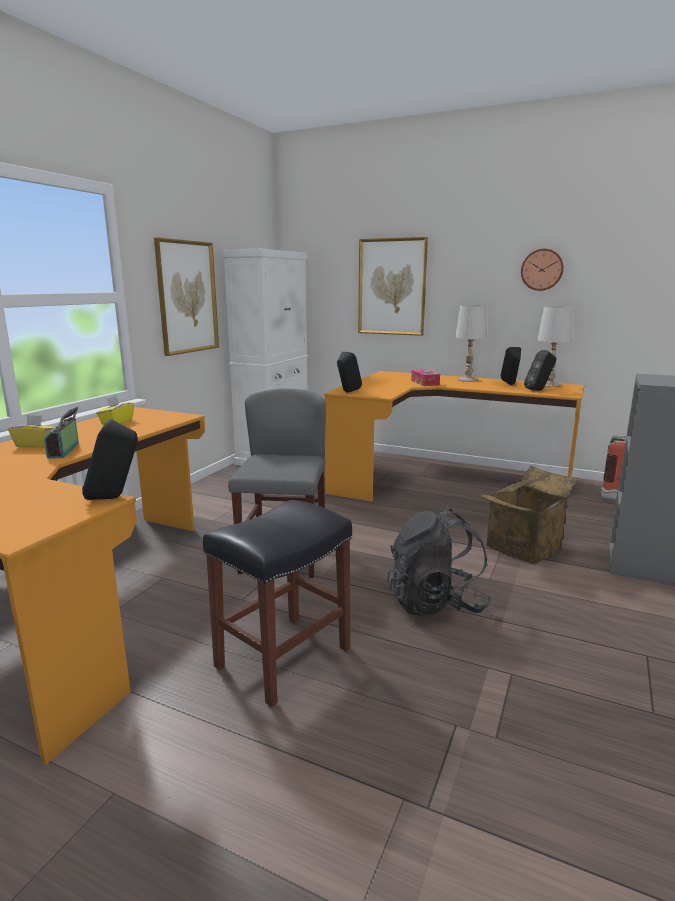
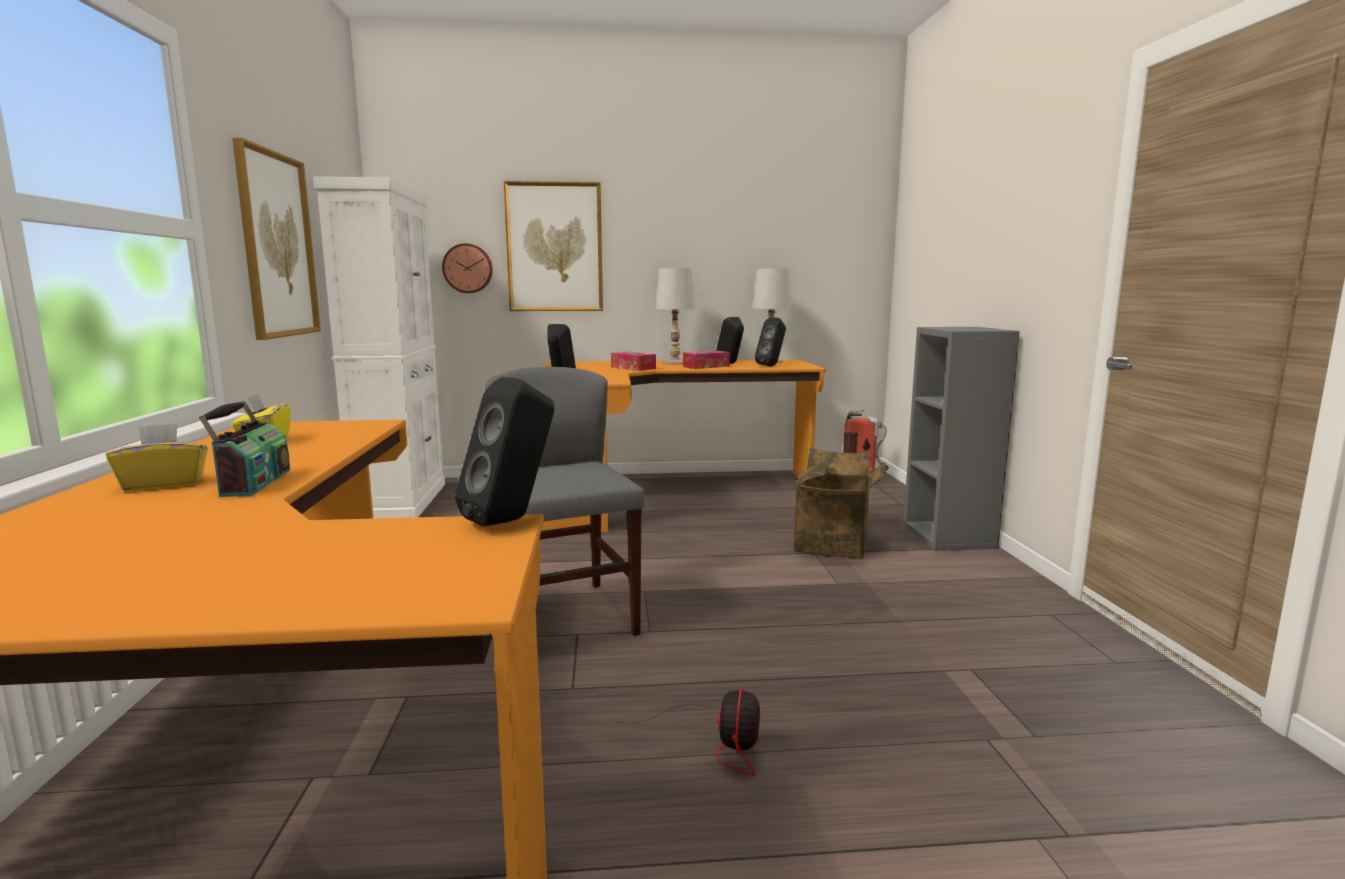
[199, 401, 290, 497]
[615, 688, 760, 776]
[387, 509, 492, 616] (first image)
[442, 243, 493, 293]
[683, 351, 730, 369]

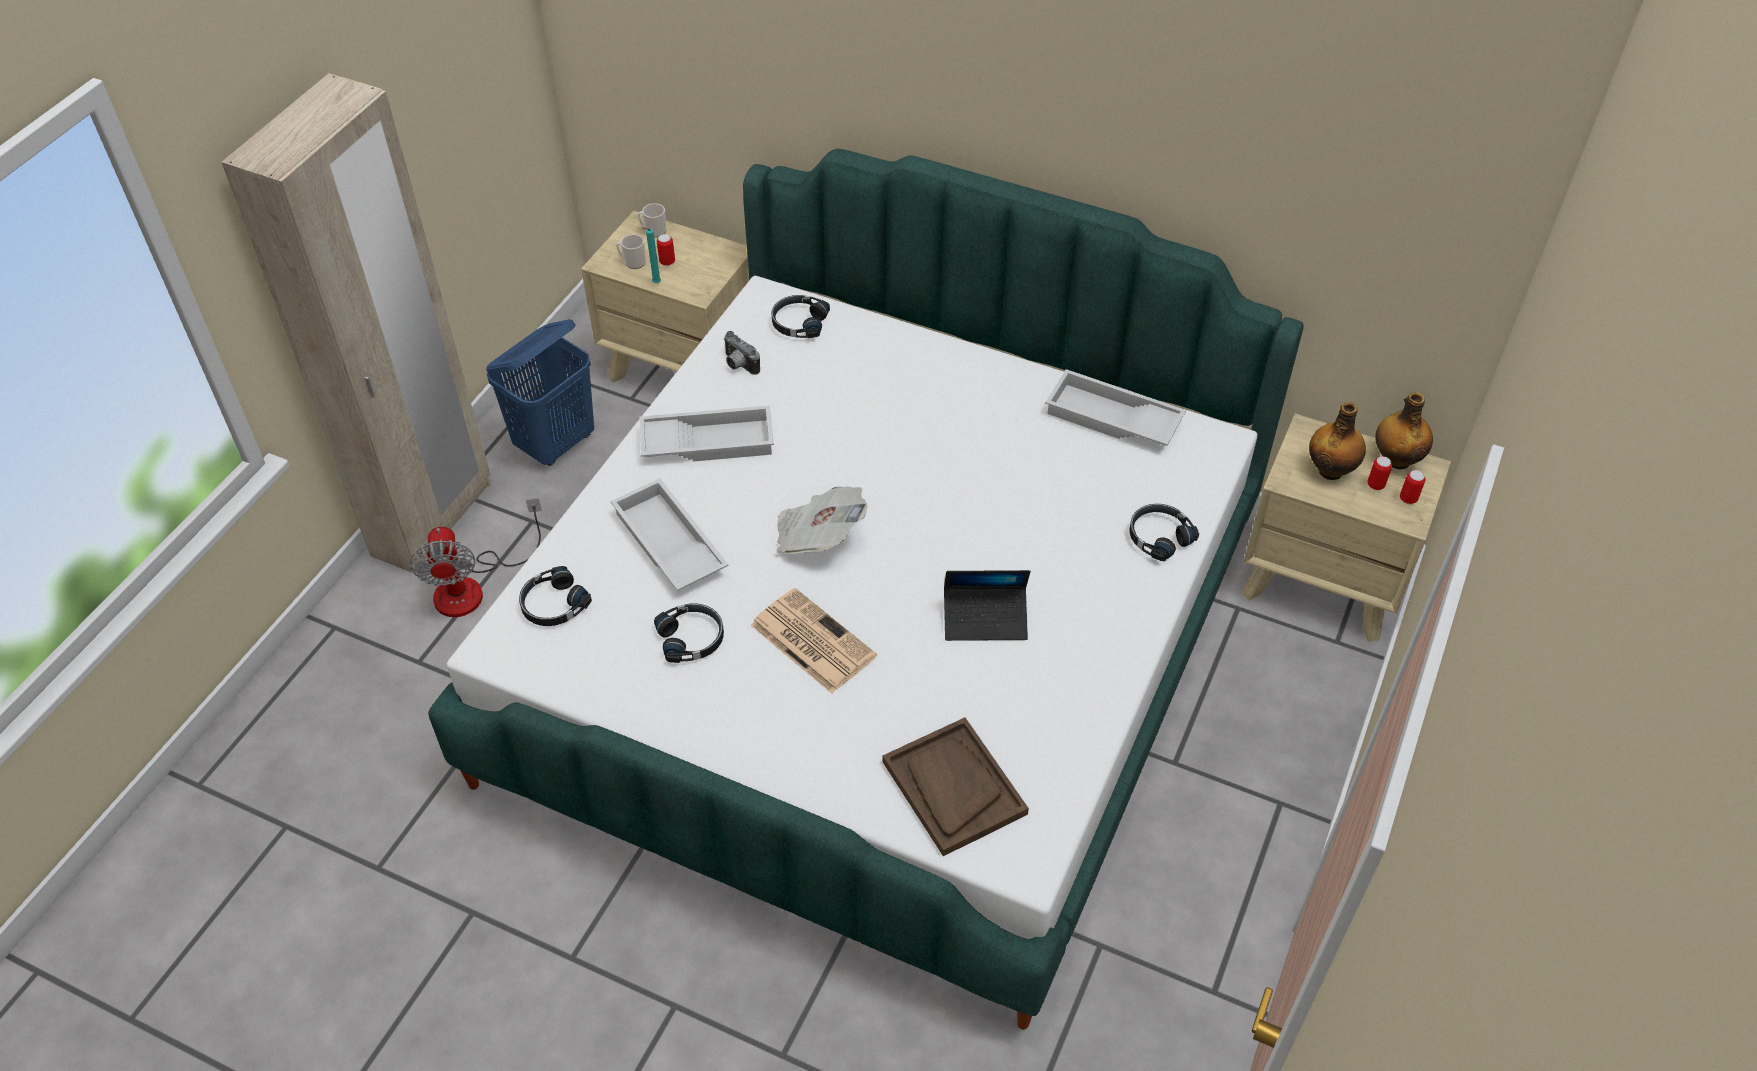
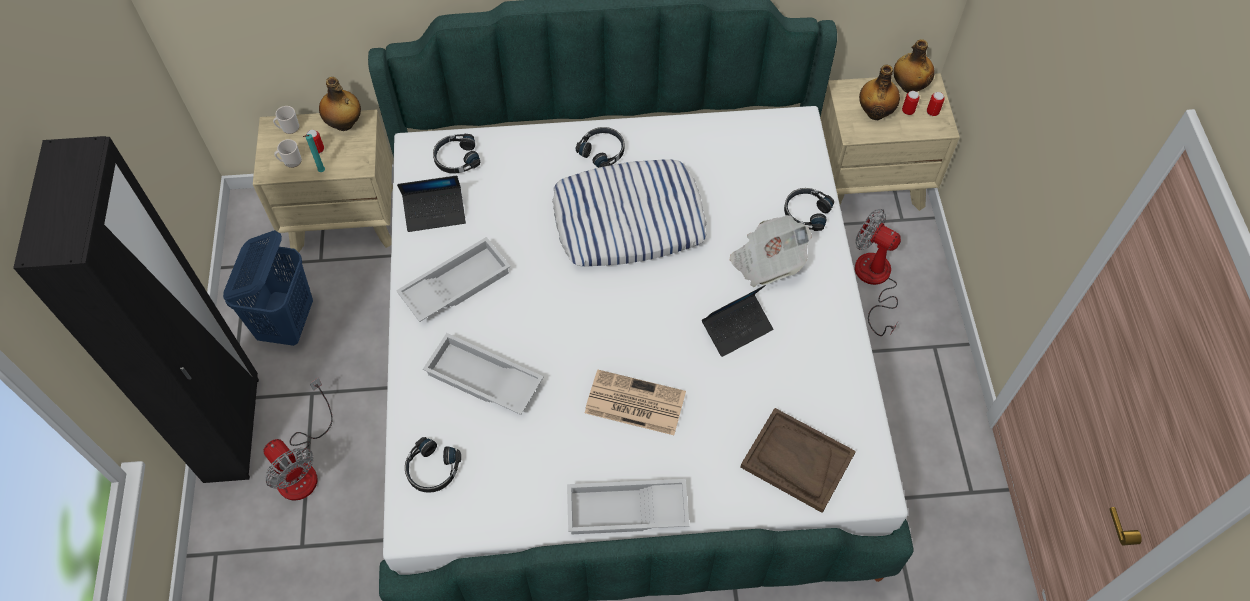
[13, 136, 259, 483]
[576, 127, 624, 168]
[397, 176, 466, 232]
[730, 215, 812, 287]
[567, 479, 690, 534]
[319, 77, 361, 131]
[552, 159, 707, 266]
[855, 209, 901, 336]

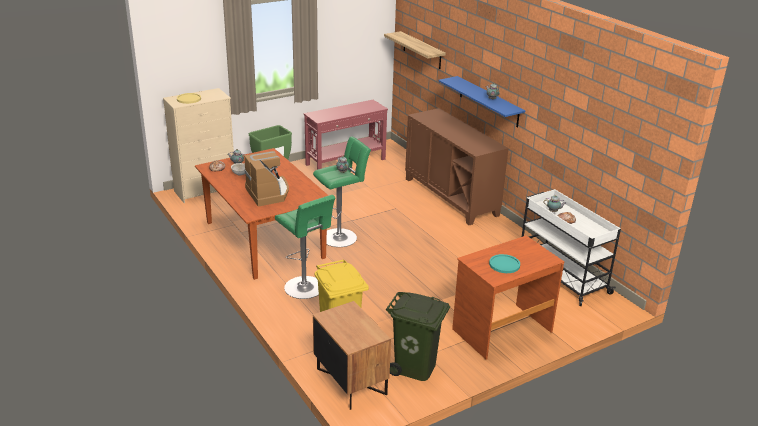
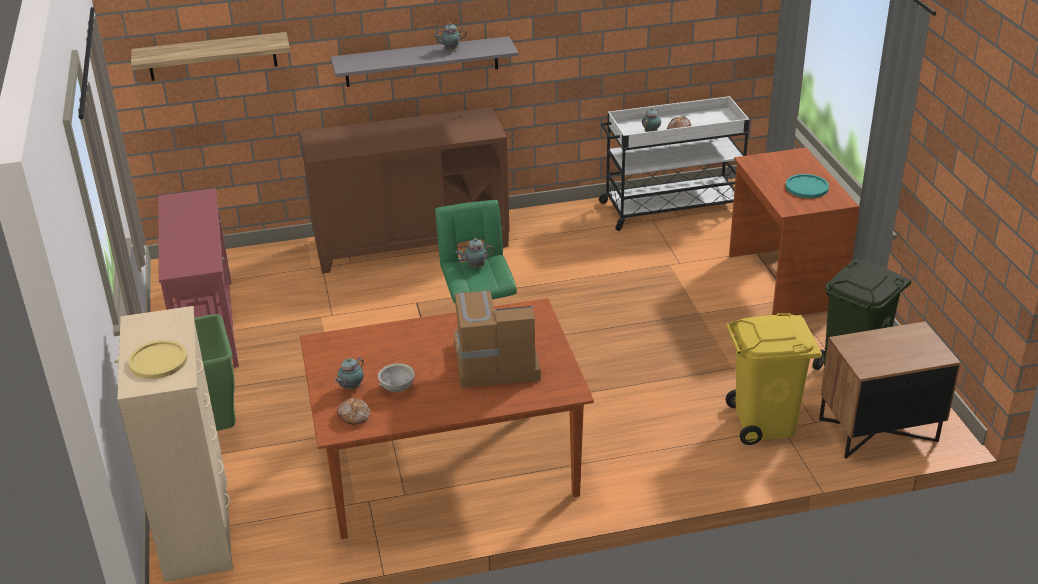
[275, 195, 335, 299] (first image)
[331, 36, 519, 87]

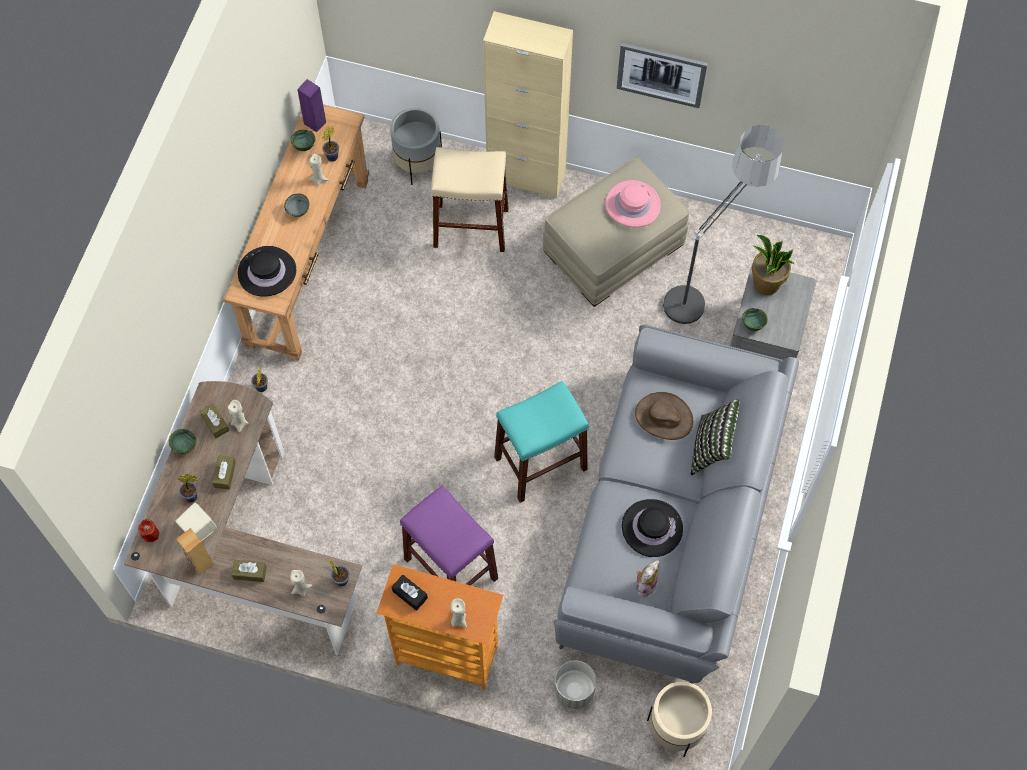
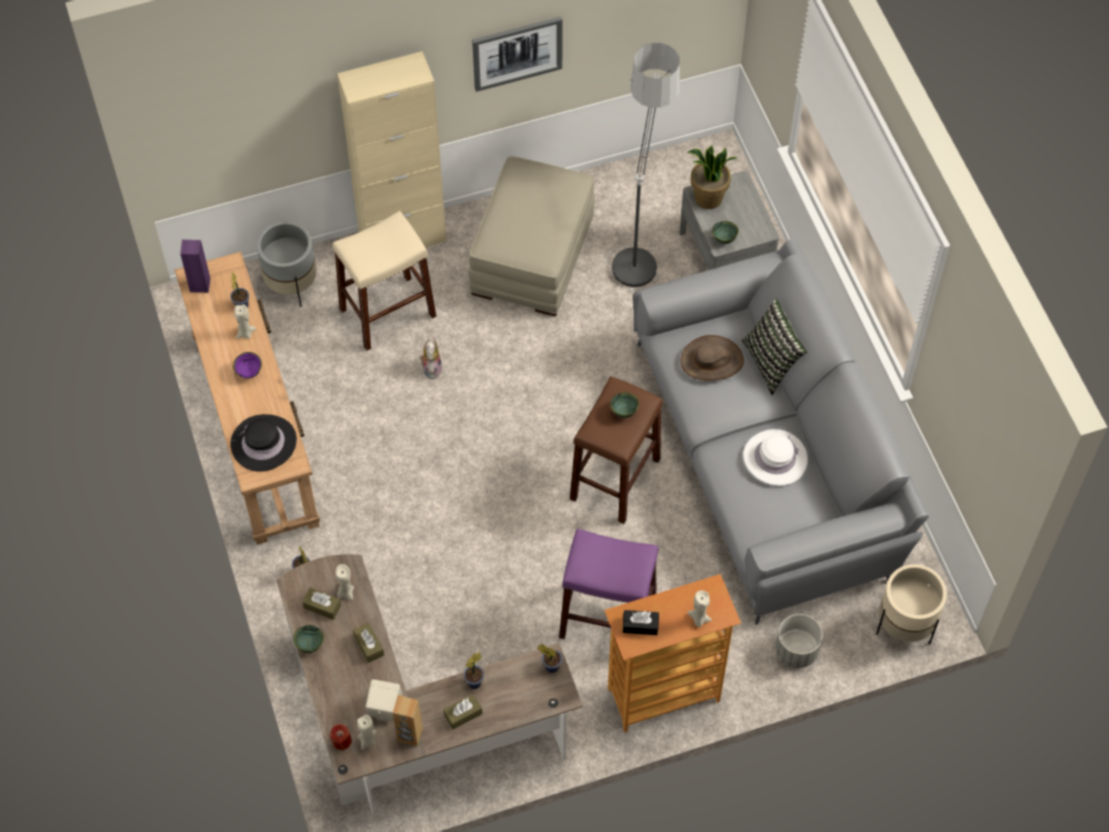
[464, 652, 484, 689]
[233, 352, 262, 379]
[610, 392, 639, 418]
[357, 715, 376, 750]
[570, 376, 663, 524]
[605, 180, 661, 227] (first image)
[743, 429, 808, 486]
[419, 335, 442, 380]

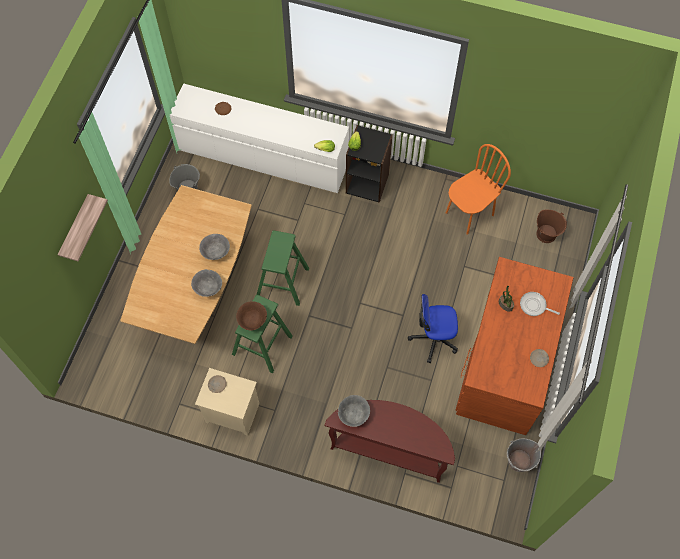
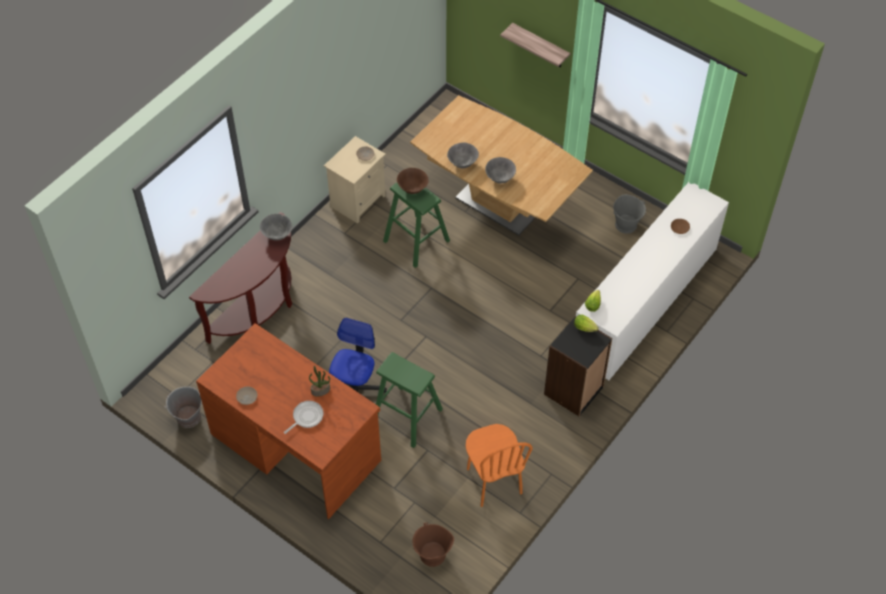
[376, 352, 443, 448]

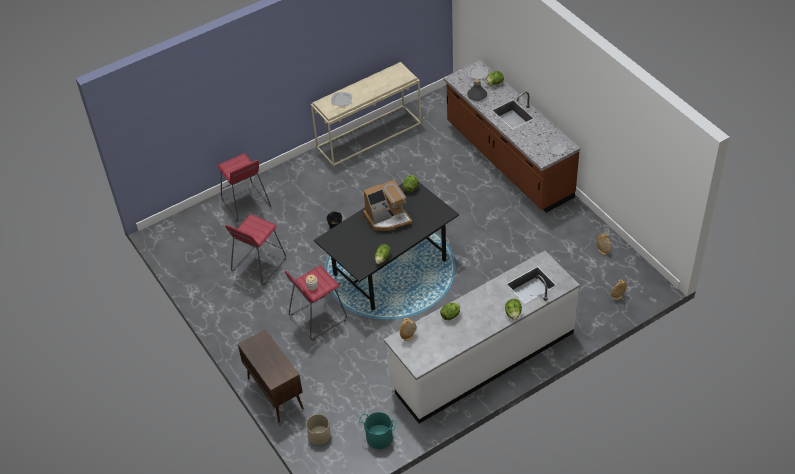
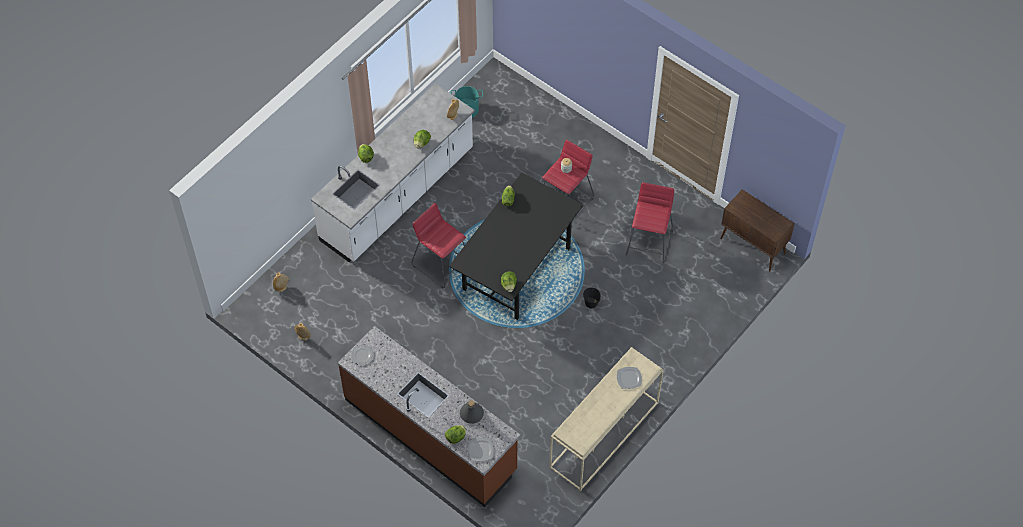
[412, 203, 466, 288]
[720, 189, 795, 271]
[306, 414, 330, 445] (first image)
[363, 180, 412, 231] (first image)

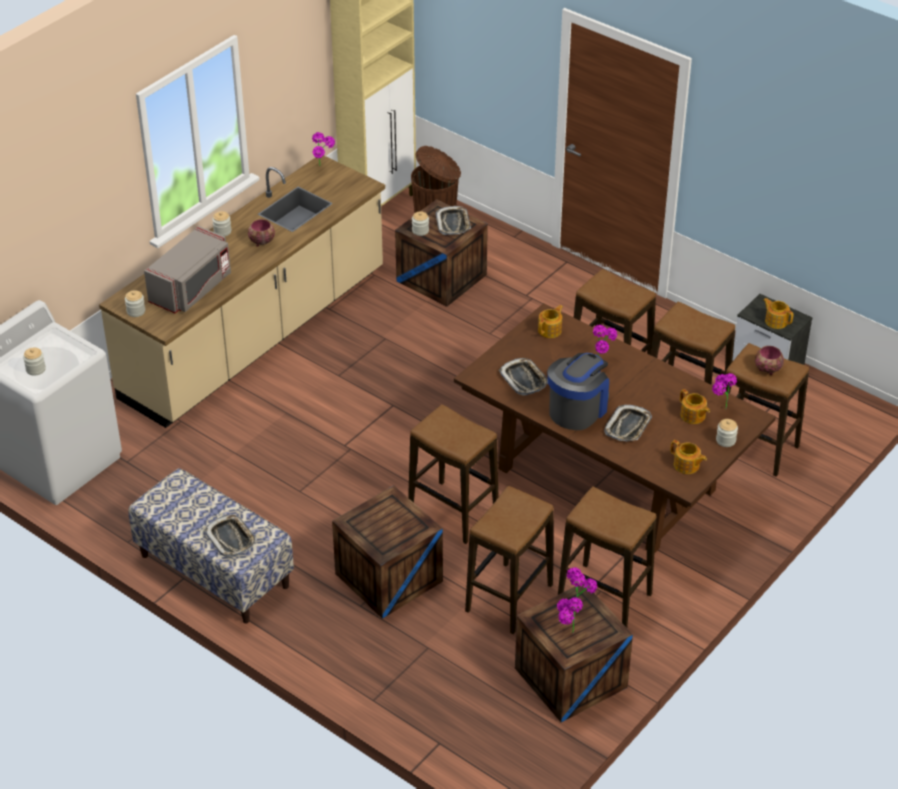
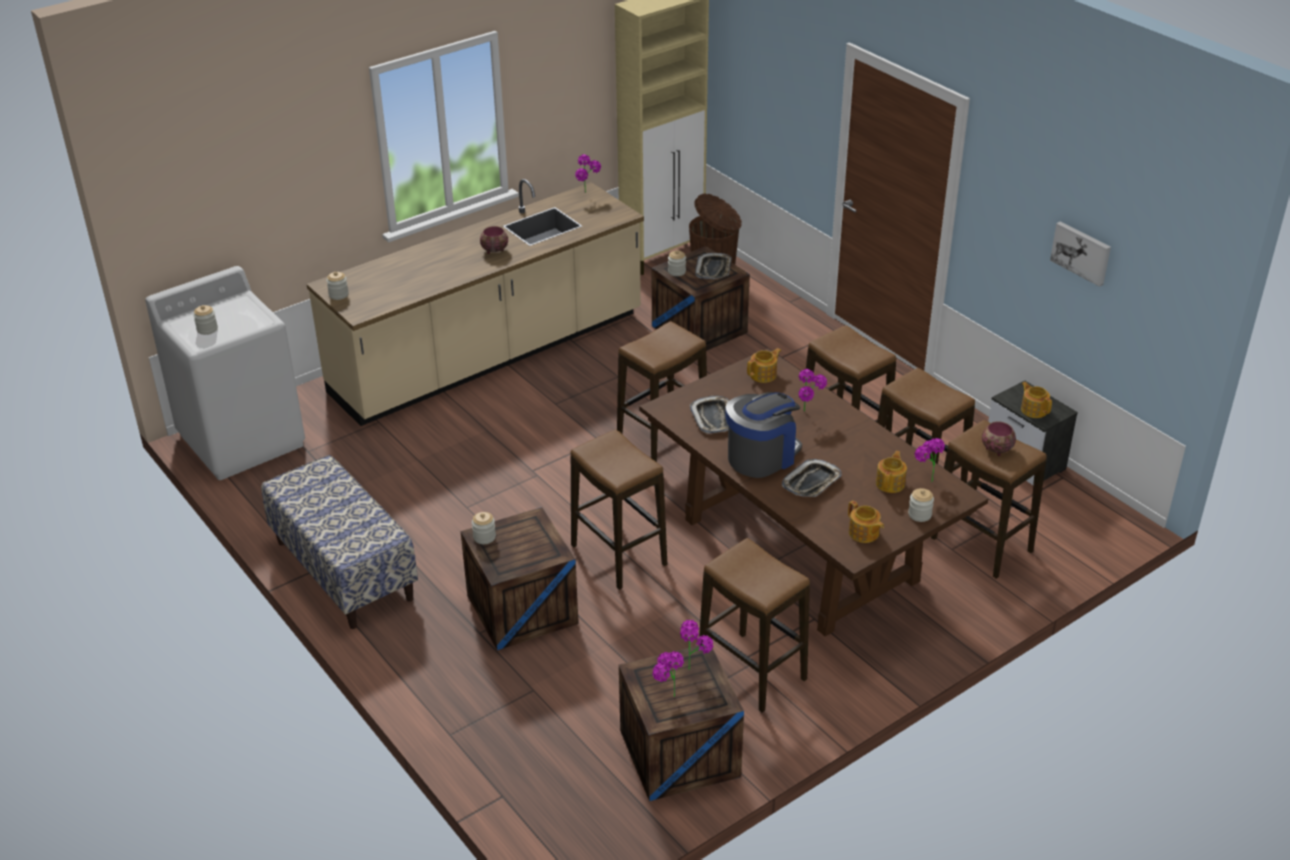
[144, 226, 231, 313] (first image)
[204, 514, 257, 558] (first image)
[472, 512, 496, 544]
[617, 321, 707, 462]
[876, 451, 907, 493]
[1050, 221, 1111, 287]

